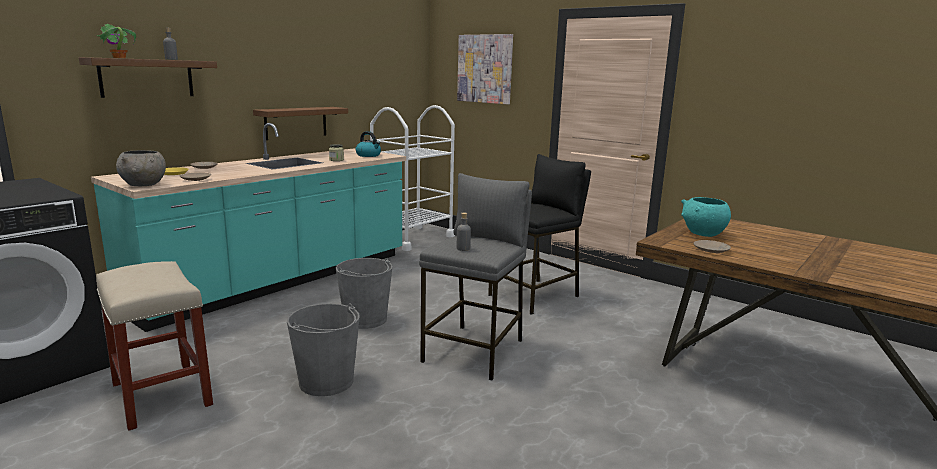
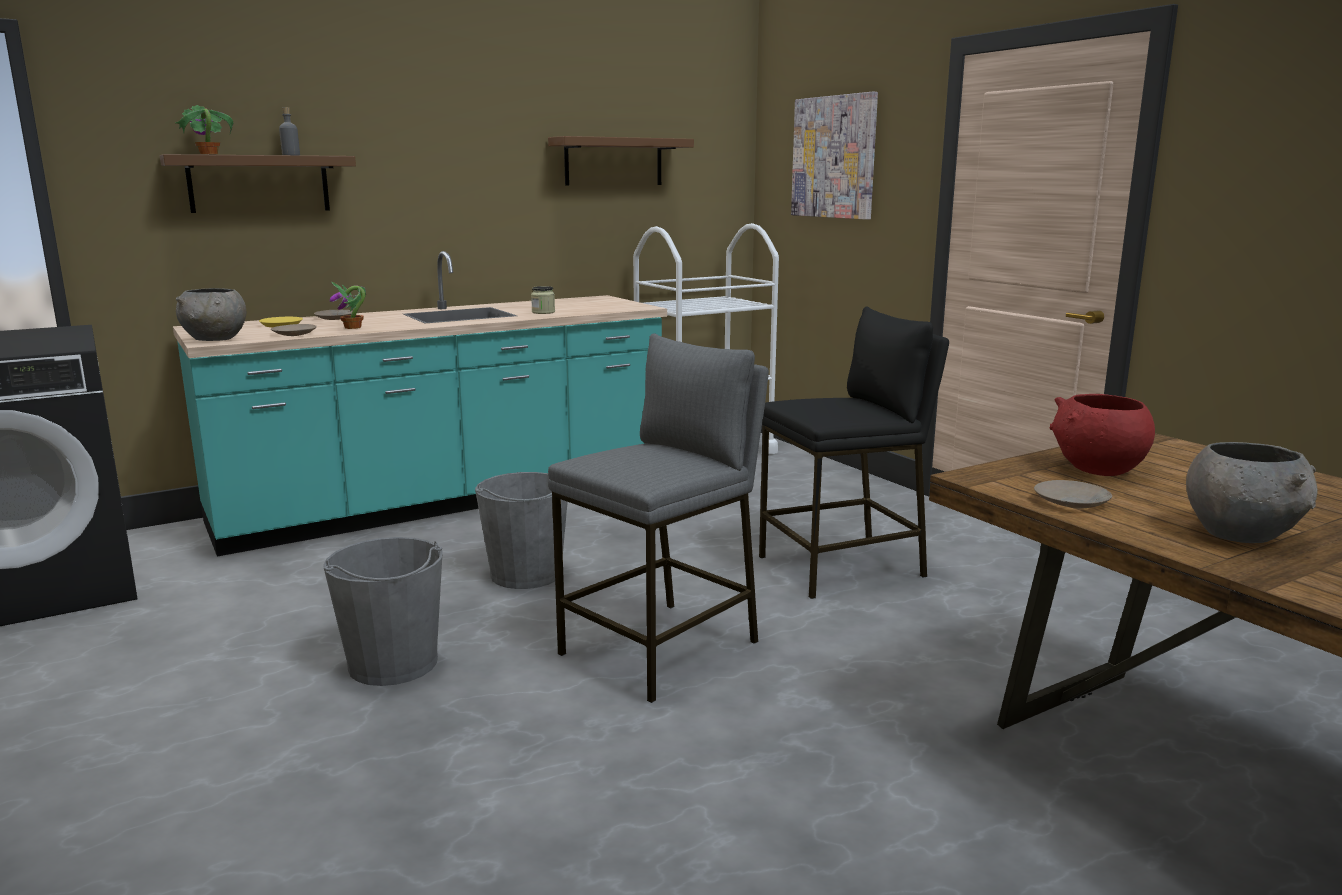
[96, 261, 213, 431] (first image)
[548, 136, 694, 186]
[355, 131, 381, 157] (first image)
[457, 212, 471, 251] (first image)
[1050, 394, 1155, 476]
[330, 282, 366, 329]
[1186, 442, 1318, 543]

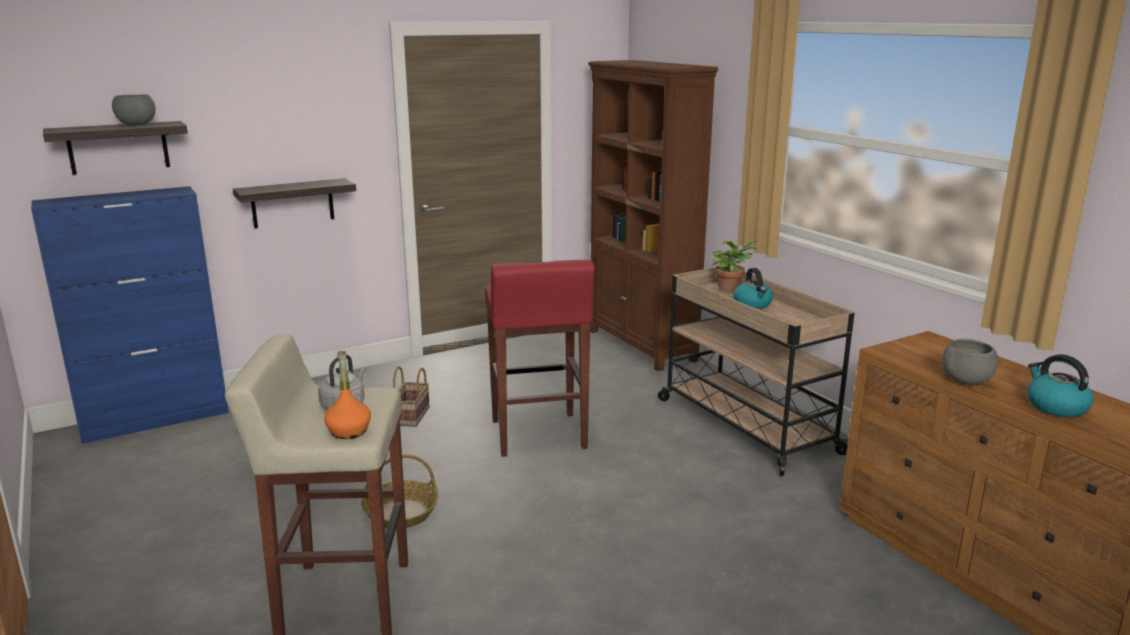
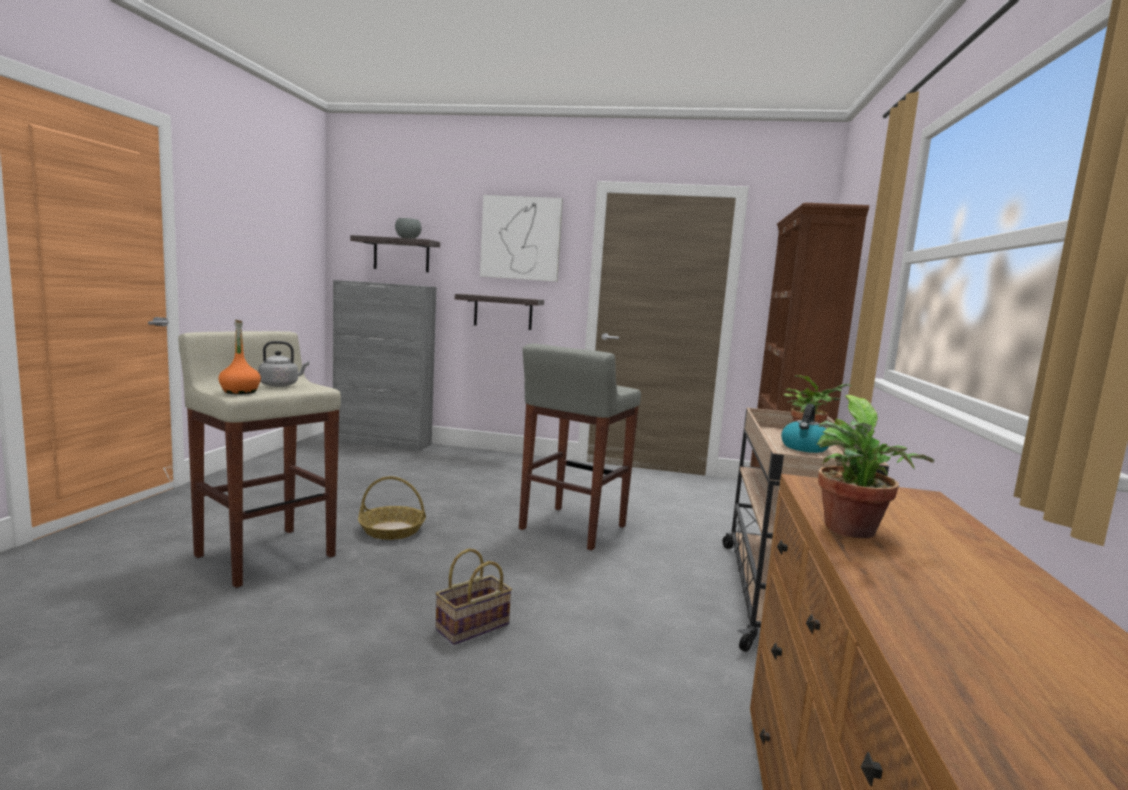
[333, 280, 436, 451]
[435, 548, 512, 645]
[519, 343, 641, 550]
[817, 395, 934, 539]
[1027, 354, 1094, 417] (first image)
[480, 195, 563, 282]

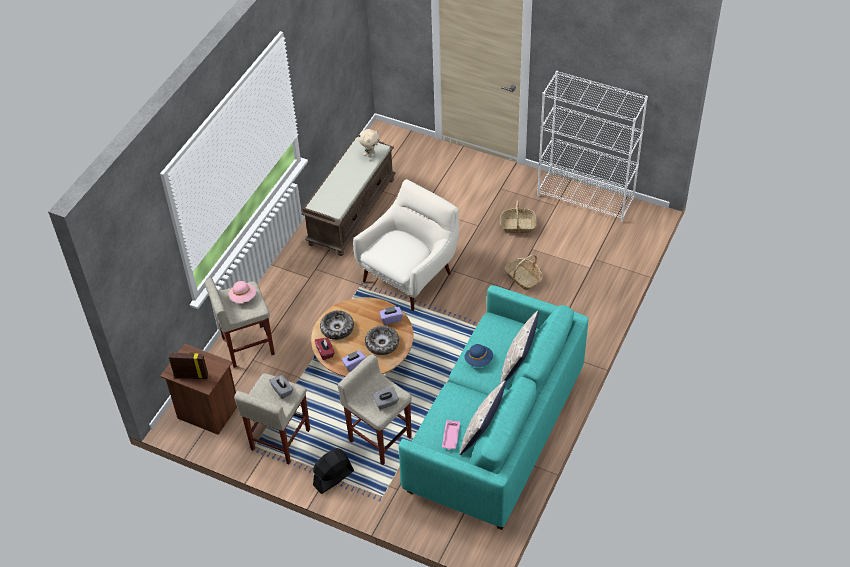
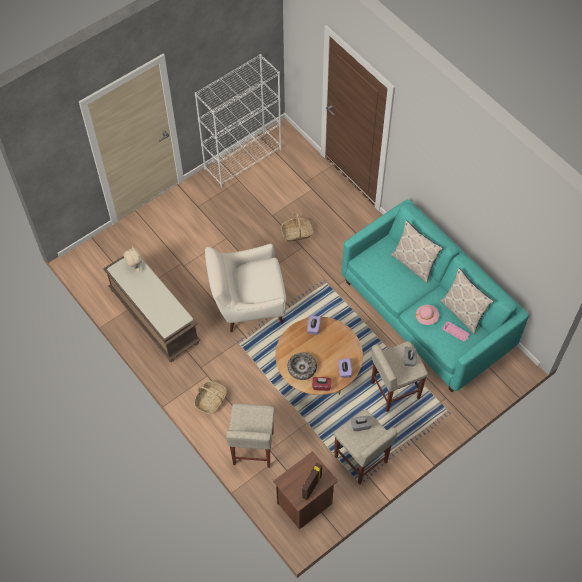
[415, 305, 439, 325]
[313, 448, 354, 494] (first image)
[205, 244, 286, 332]
[365, 326, 399, 355] (first image)
[465, 344, 493, 367] (first image)
[194, 381, 227, 414]

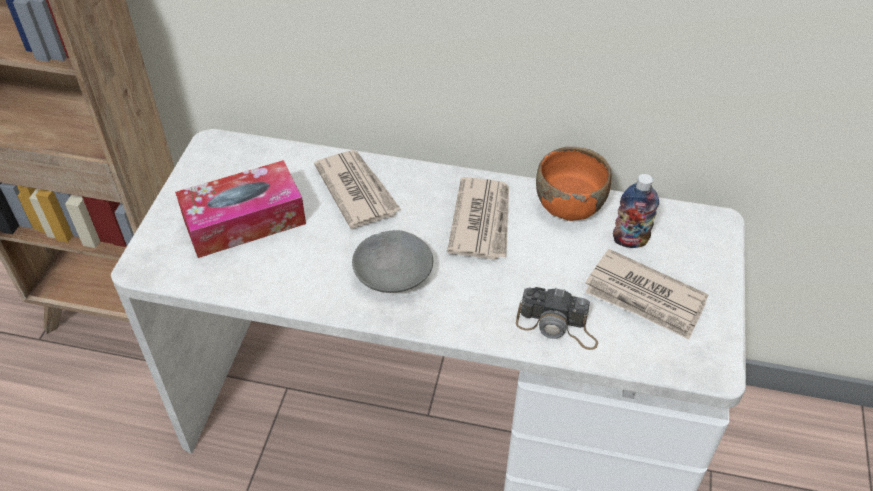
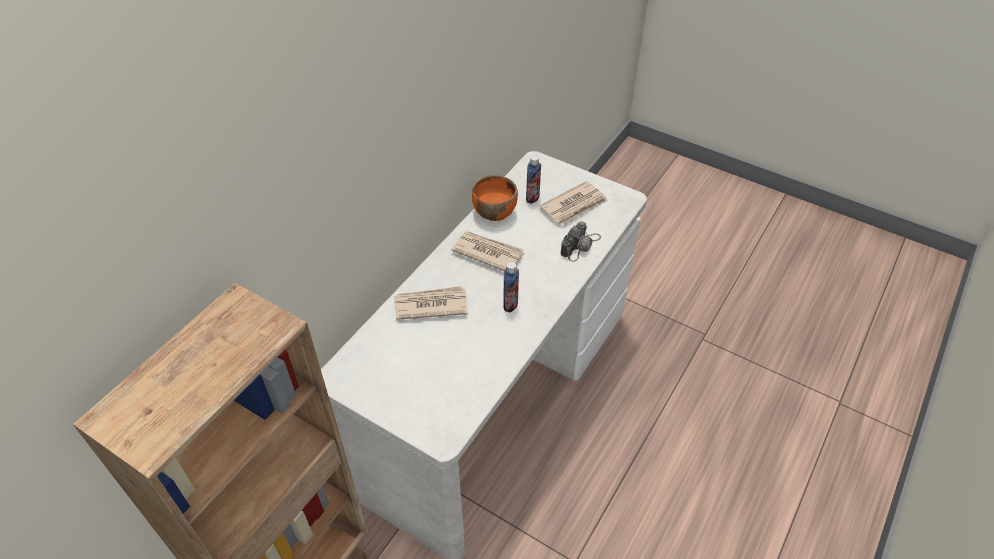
[175, 160, 306, 258] (first image)
[503, 262, 519, 312]

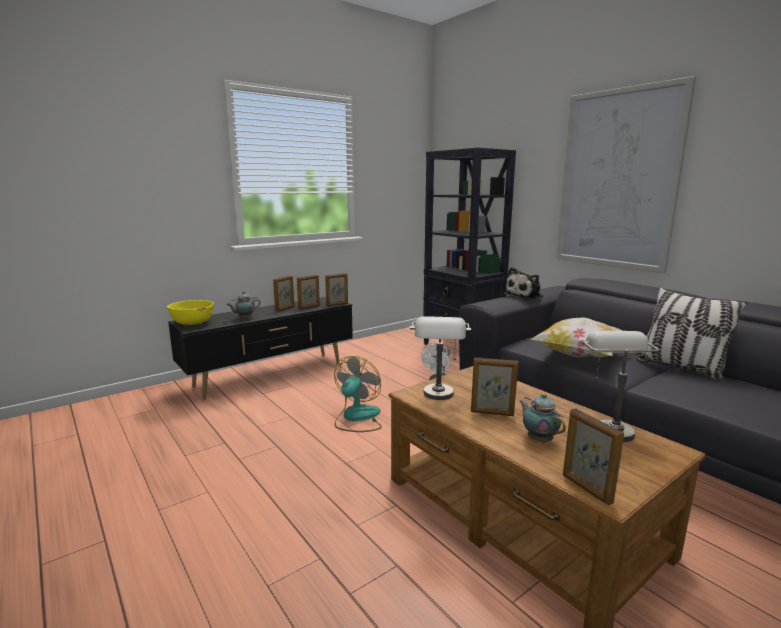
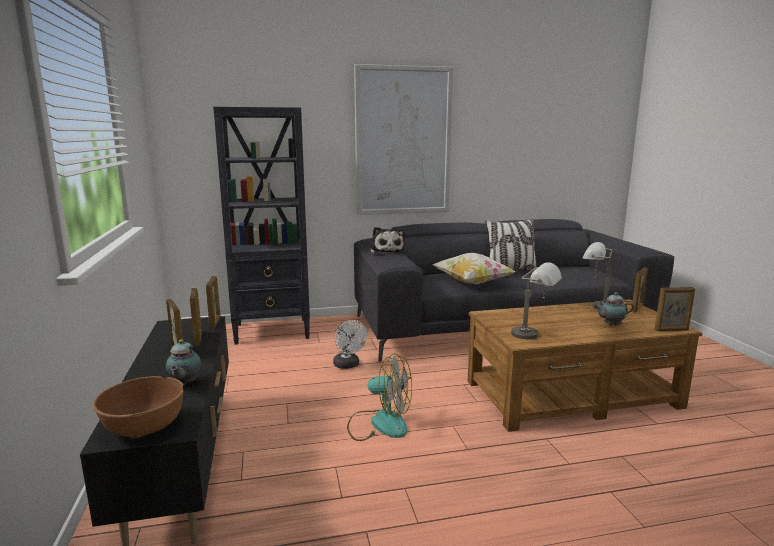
[93, 376, 184, 438]
[347, 353, 412, 441]
[632, 268, 648, 313]

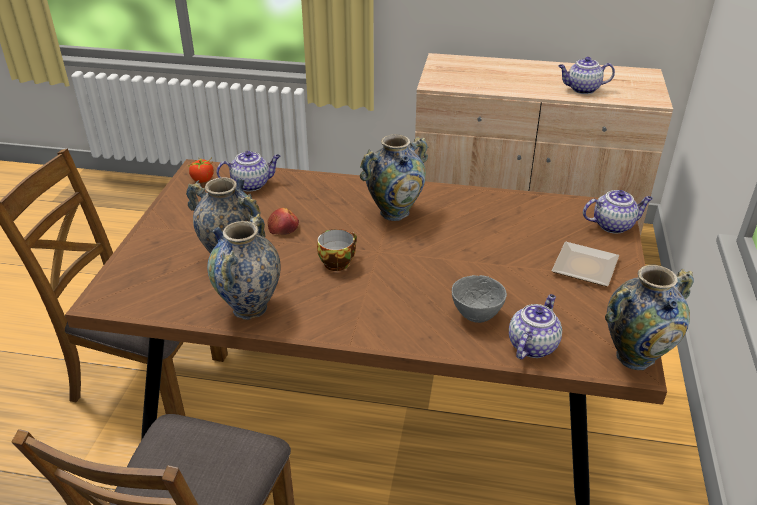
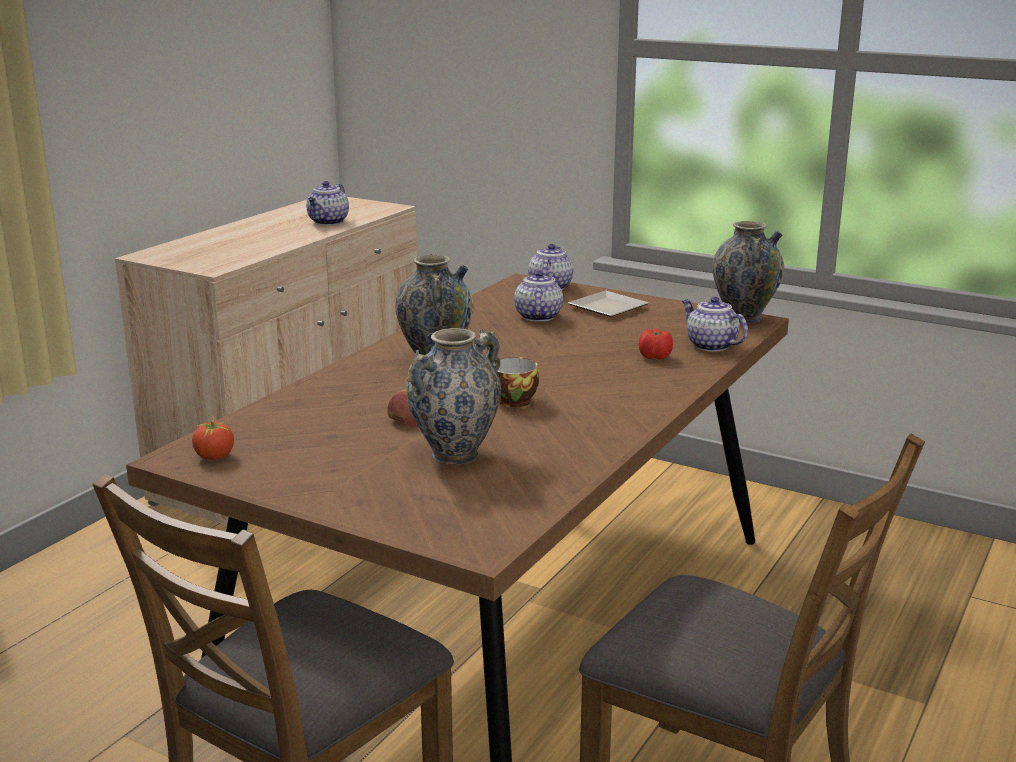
[207, 214, 281, 320] (first image)
[514, 271, 563, 322]
[639, 328, 673, 360]

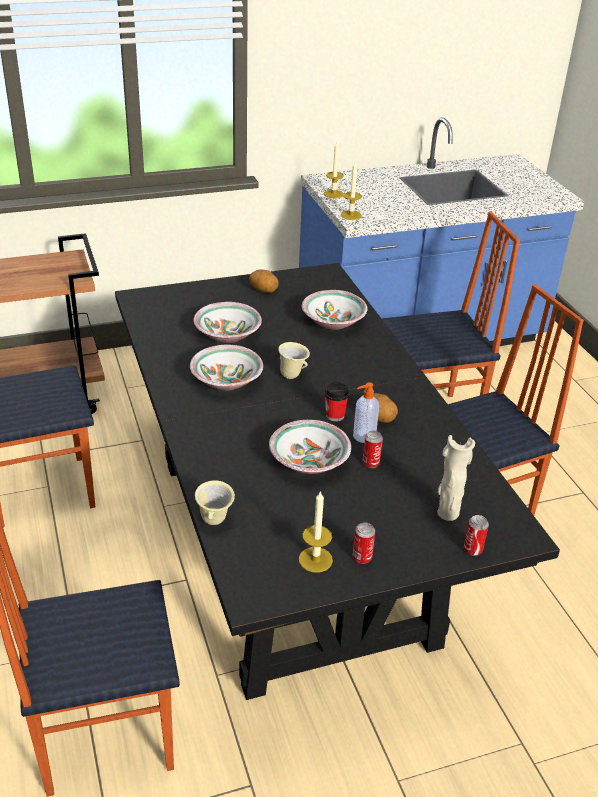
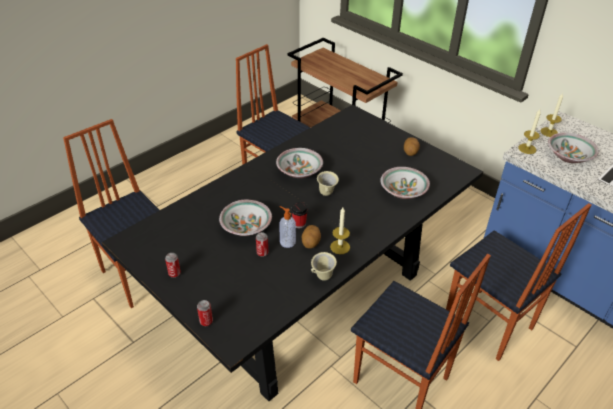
[548, 133, 599, 163]
[311, 252, 337, 281]
[330, 207, 350, 254]
[438, 435, 475, 521] (first image)

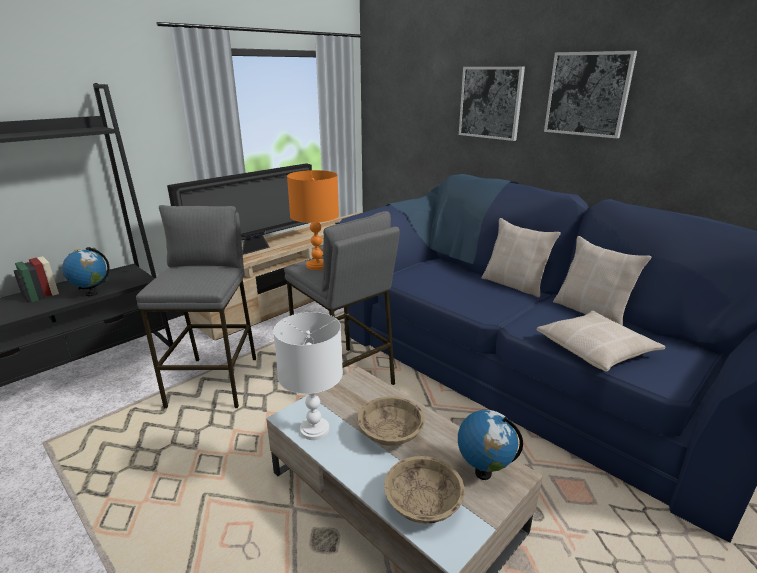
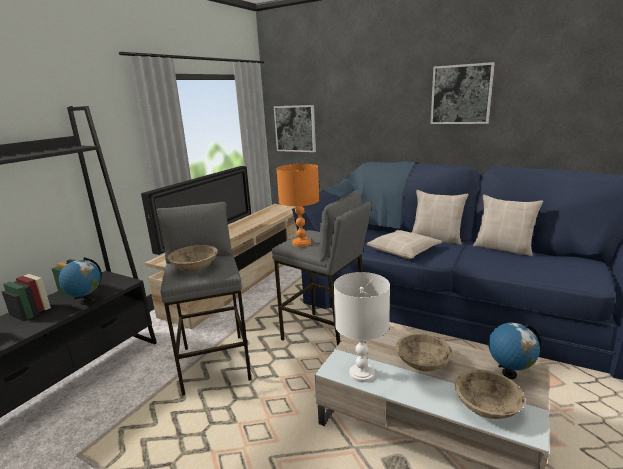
[274, 105, 316, 152]
[367, 230, 442, 259]
[168, 245, 218, 272]

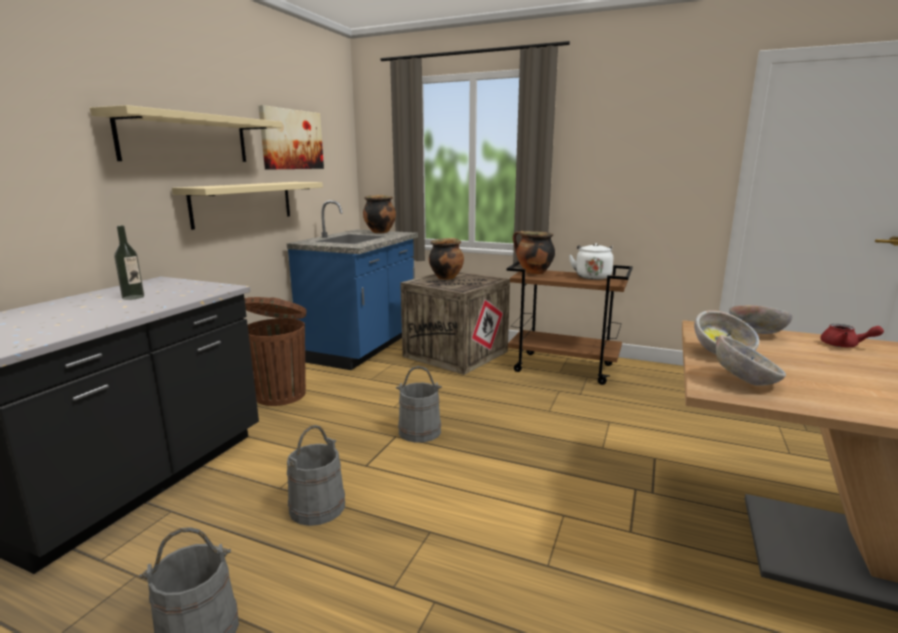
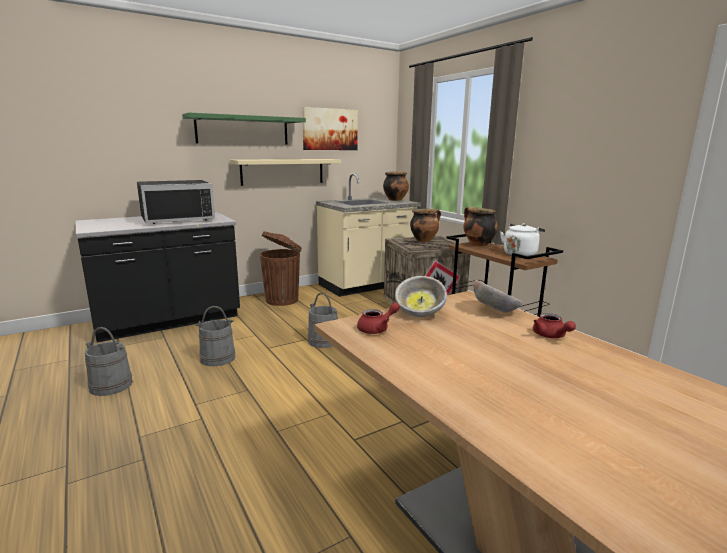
[182, 112, 306, 145]
[137, 180, 215, 224]
[316, 173, 421, 297]
[357, 302, 400, 334]

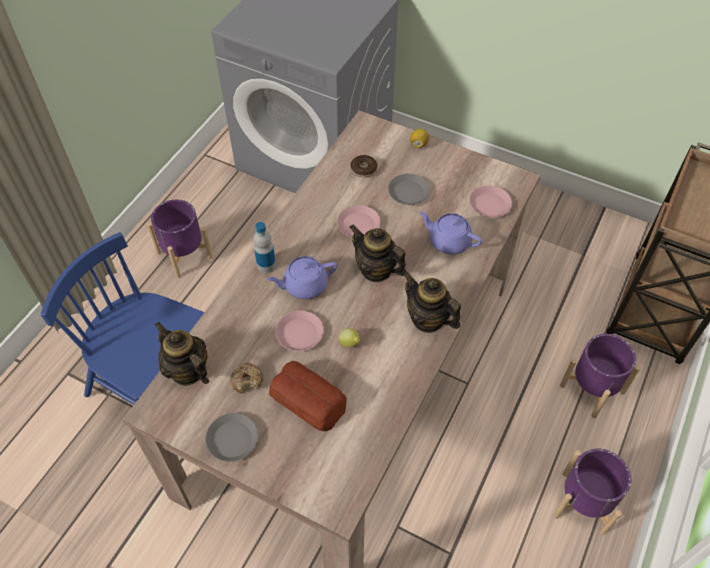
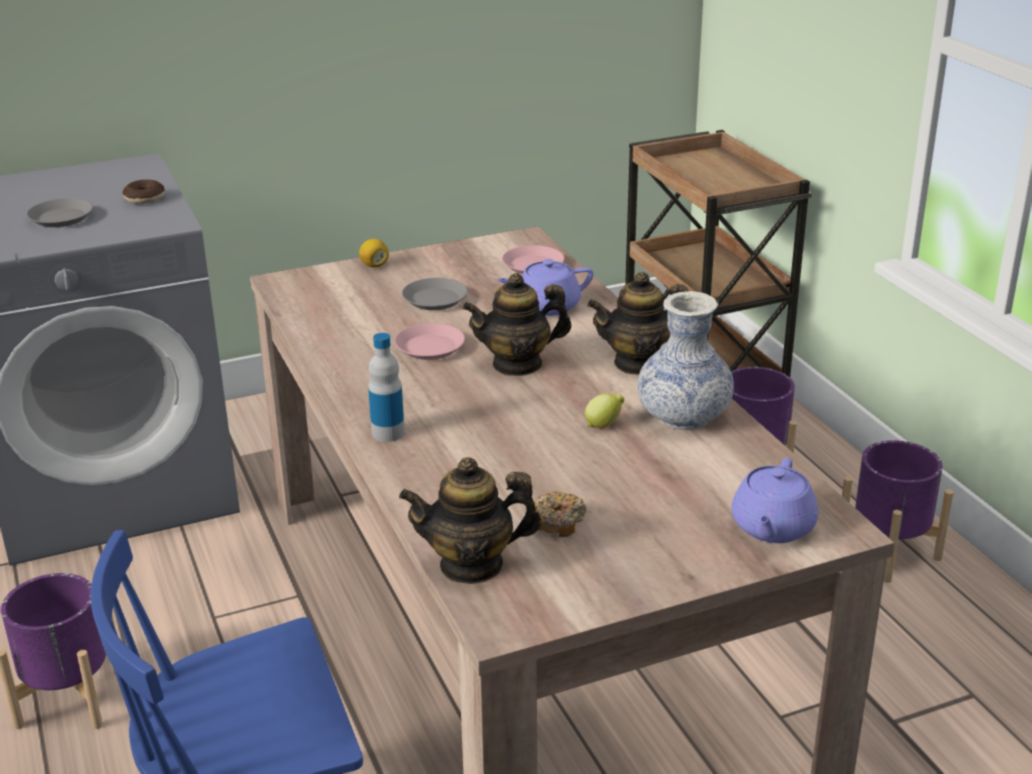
[27, 198, 93, 227]
[732, 458, 818, 543]
[269, 361, 347, 431] (first image)
[276, 311, 324, 352] (first image)
[123, 180, 165, 204]
[638, 291, 734, 430]

